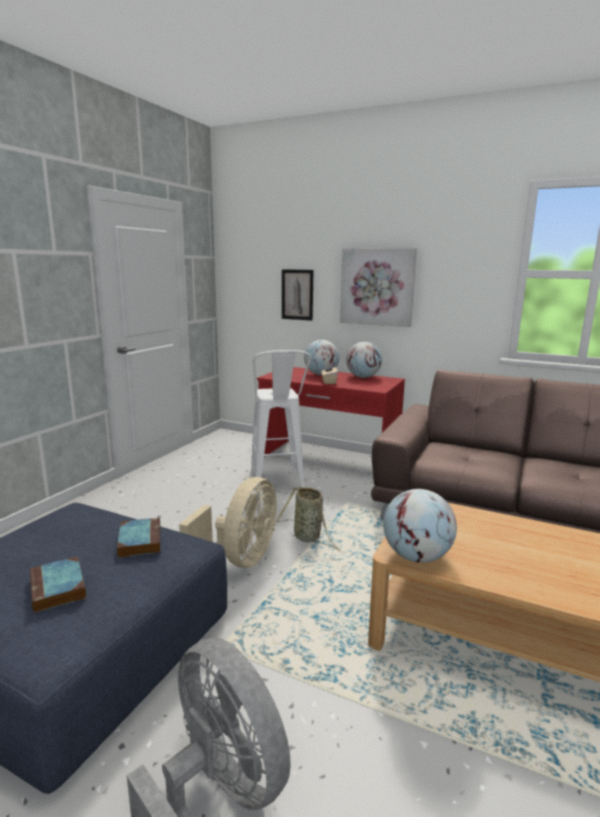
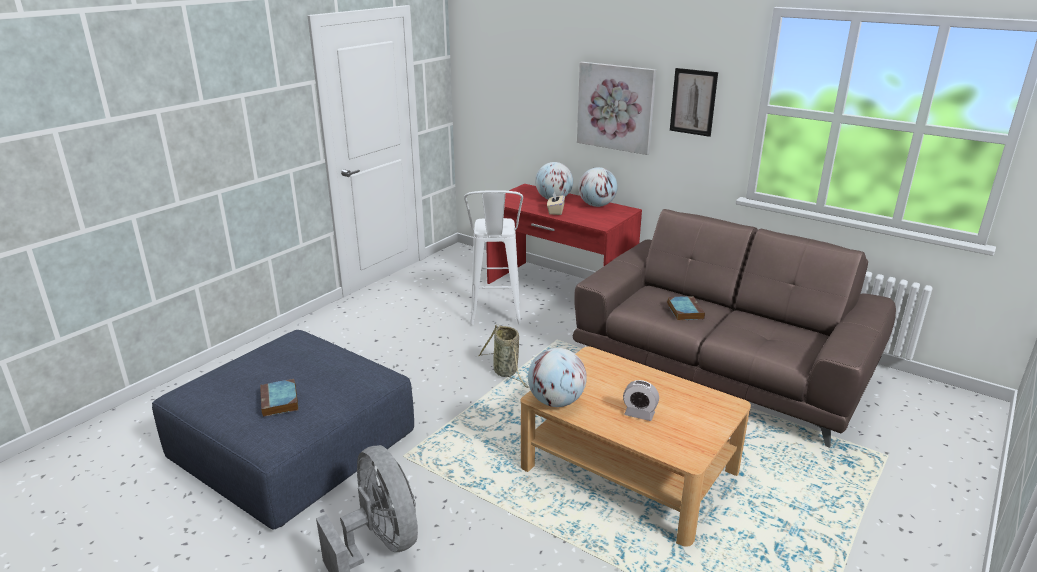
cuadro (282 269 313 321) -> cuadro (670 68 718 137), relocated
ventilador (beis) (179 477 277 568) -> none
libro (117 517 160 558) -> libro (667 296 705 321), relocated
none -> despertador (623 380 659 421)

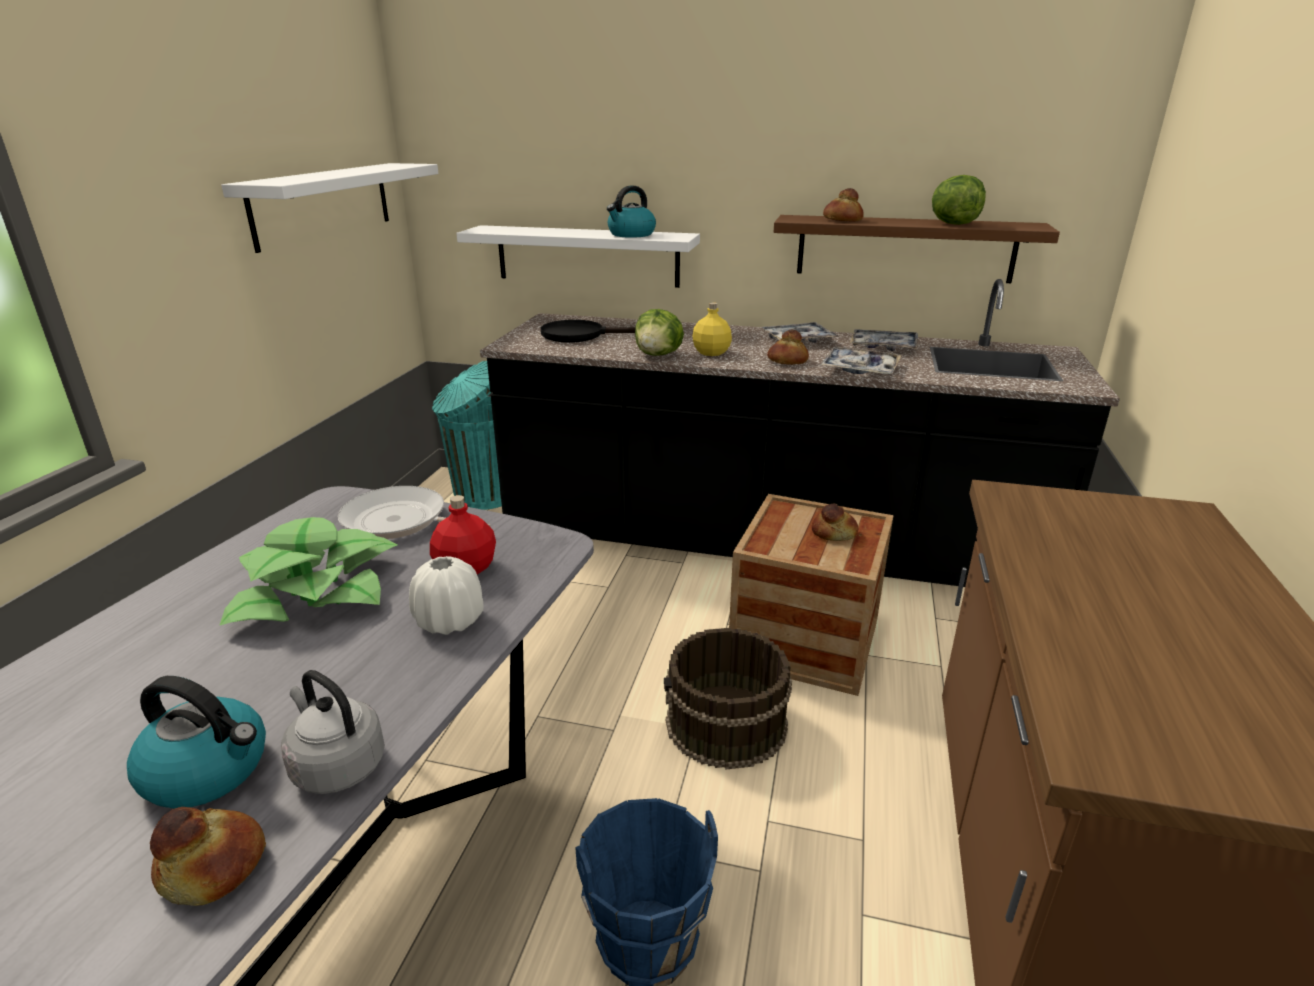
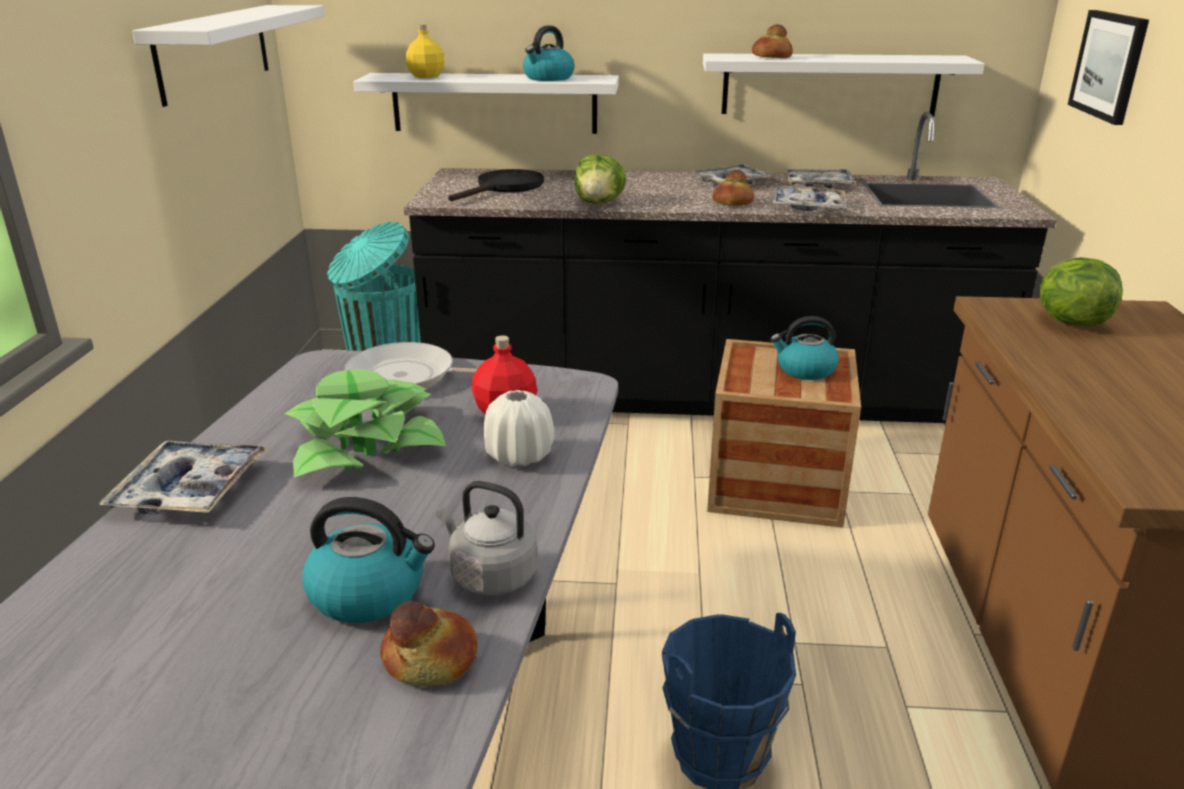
lechuga (932 175 986 225) -> lechuga (1040 257 1123 326), relocated
estante (marrón) (774 215 1060 283) -> estante (blanco) (703 53 984 117)
botella (amarillo) (693 302 732 356) -> botella (amarillo) (406 24 444 78), relocated
sartén (negro) (541 320 636 343) -> sartén (negro) (448 169 544 201), 135 degrees clockwise
pan (812 504 858 541) -> hervidor (771 316 839 380)
cubo (marrón) (664 628 792 770) -> none
none -> cuadro (1068 10 1149 125)
none -> bandeja (99 441 268 515)

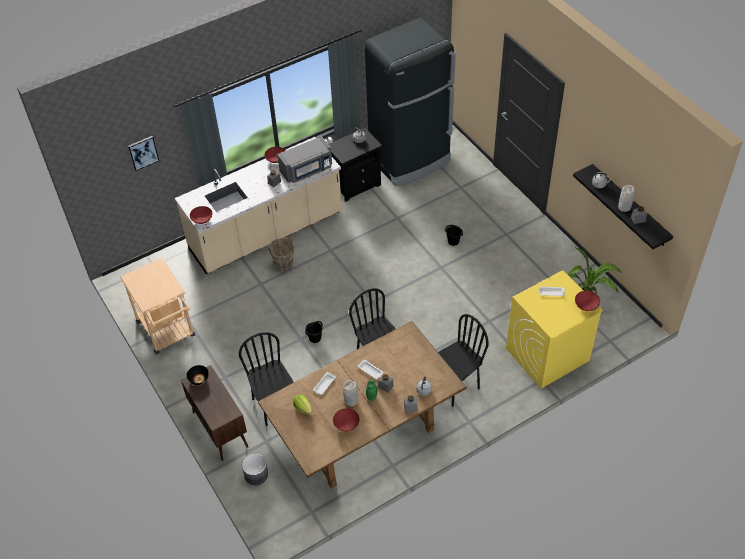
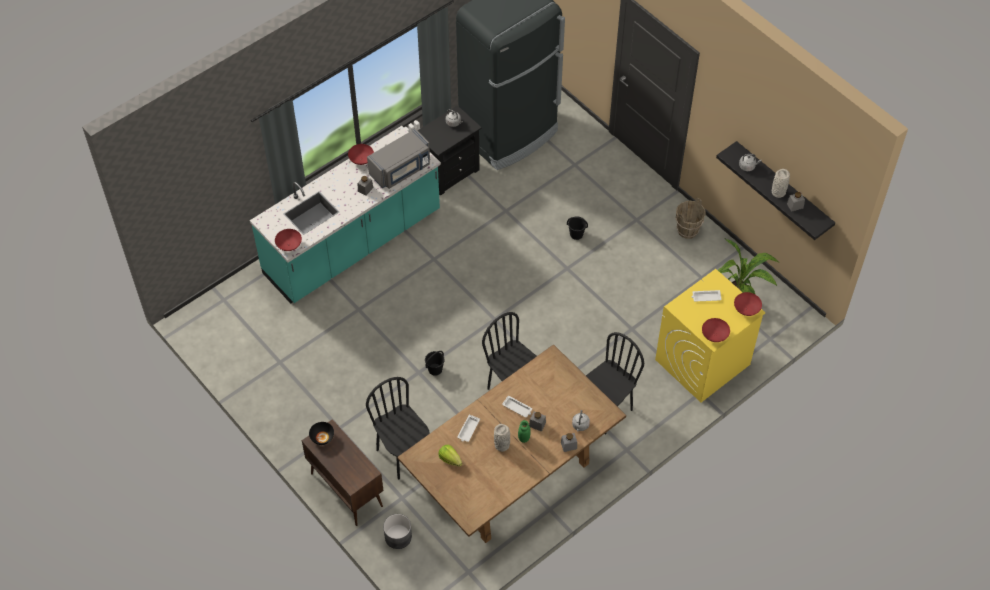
cuadro (128 136 159 171) -> none
mueble bajo de cocina (beis) (175 137 342 274) -> mueble bajo de cocina (turquesa) (250 126 441 304)
cubo (marrón) (268 236 295 271) -> cubo (marrón) (676 198 706 239), relocated
carrito (beis) (120 258 195 354) -> none
cuenco (rojo) (333 408 359 432) -> cuenco (rojo) (702 318 730 342), relocated

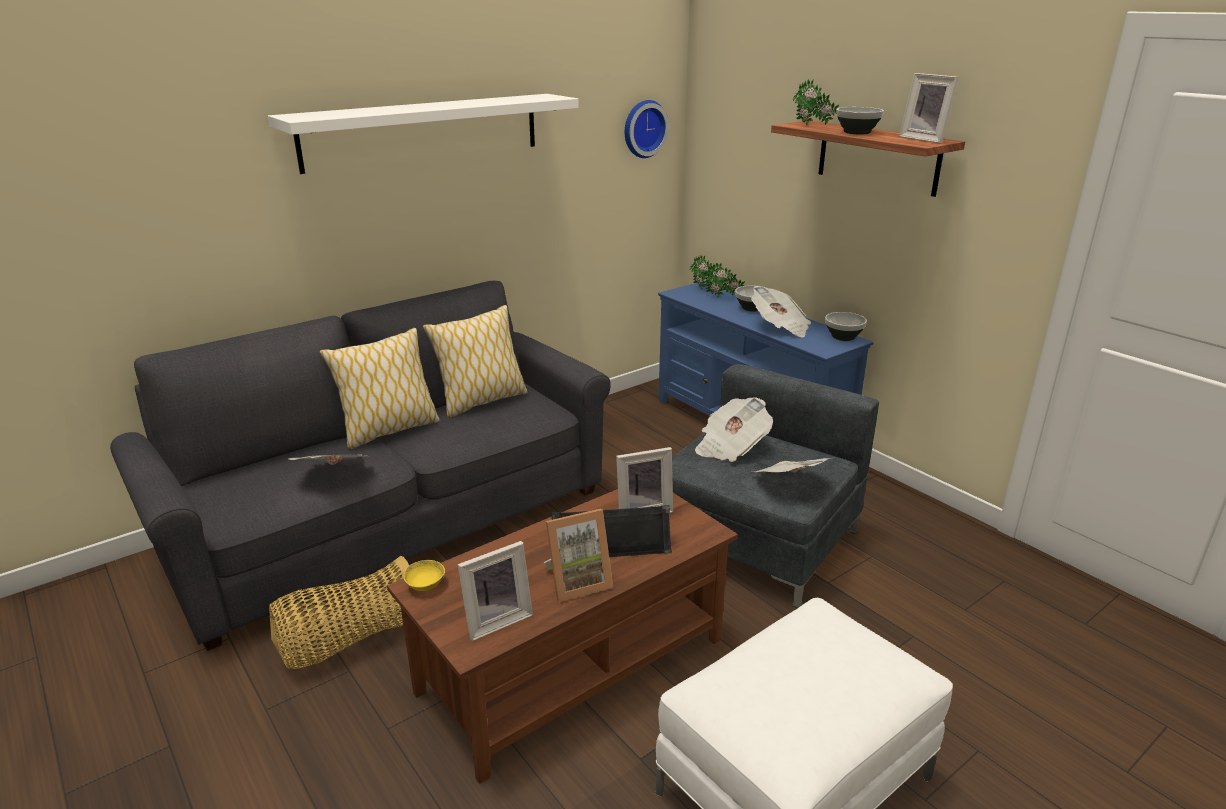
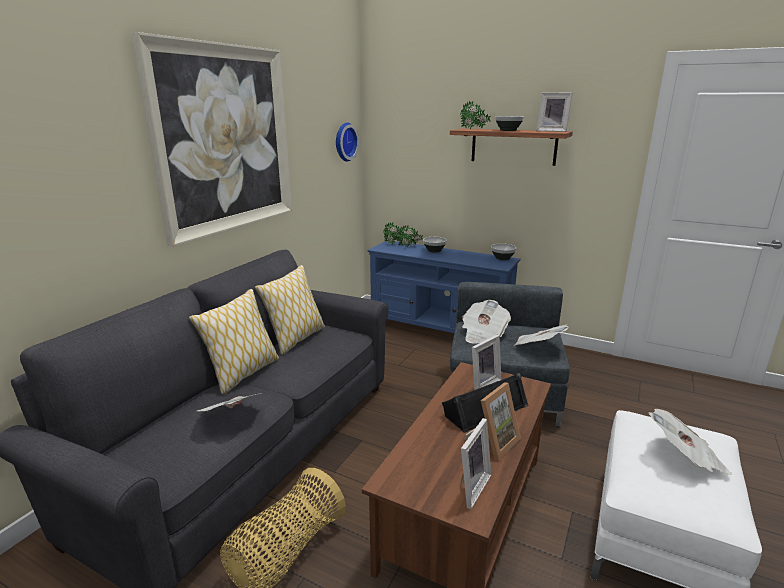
estante (blanco) (268 94 579 174) -> cuadro (131 32 292 247)
periódico (751 286 811 338) -> periódico (648 409 732 475), relocated
cuenco (amarillo) (403 560 445 591) -> none

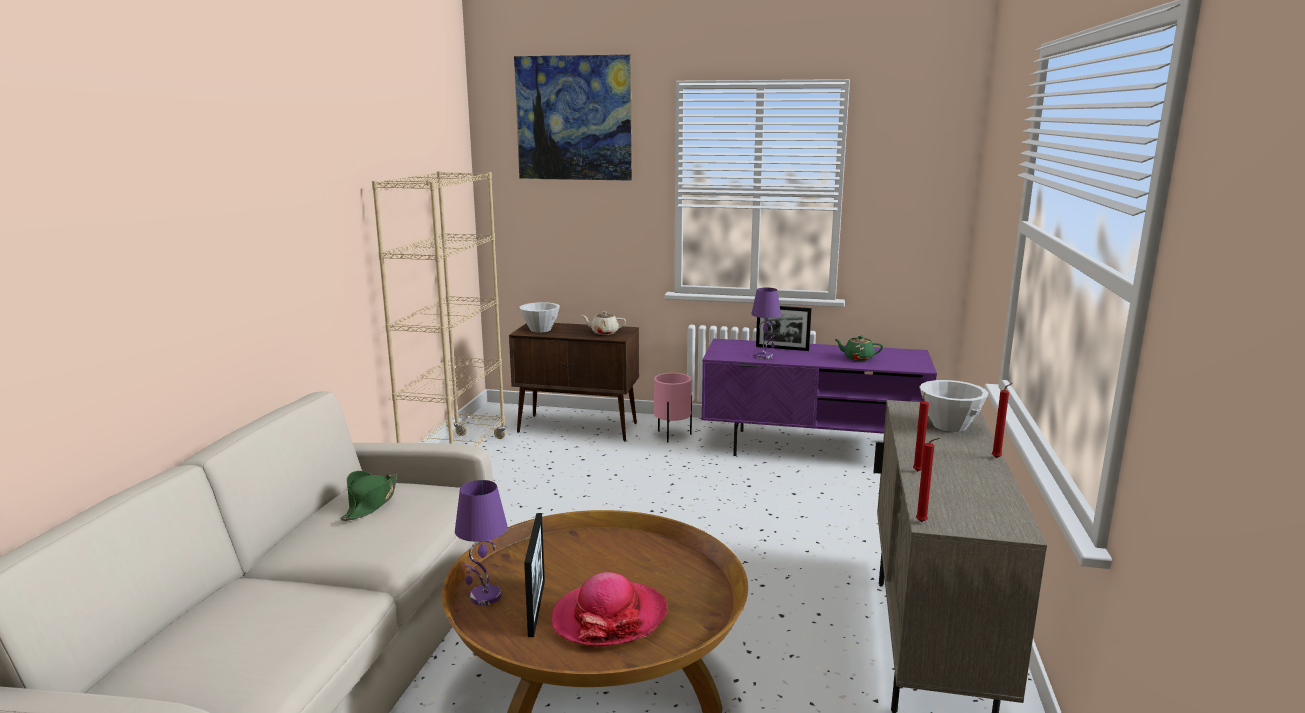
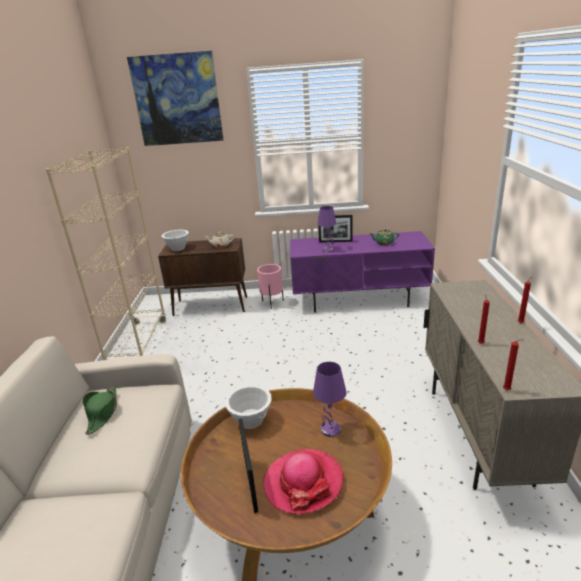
cuenco (blanco) (920 380 989 432) -> cuenco (blanco) (225 385 272 429), relocated
lámpara de mesa (morado) (455 480 507 605) -> lámpara de mesa (morado) (313 362 346 437), relocated

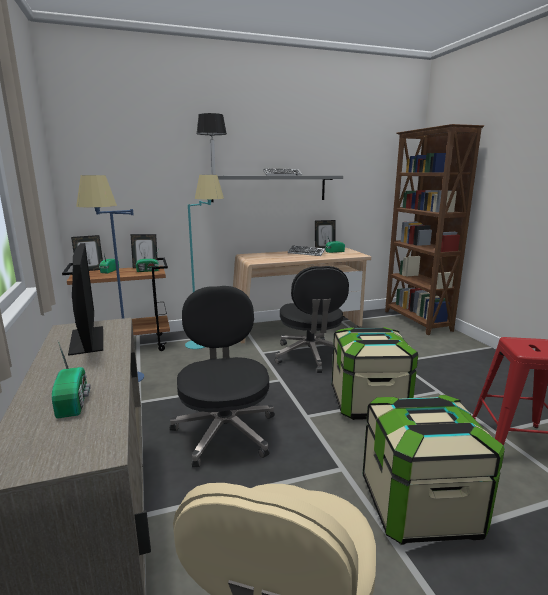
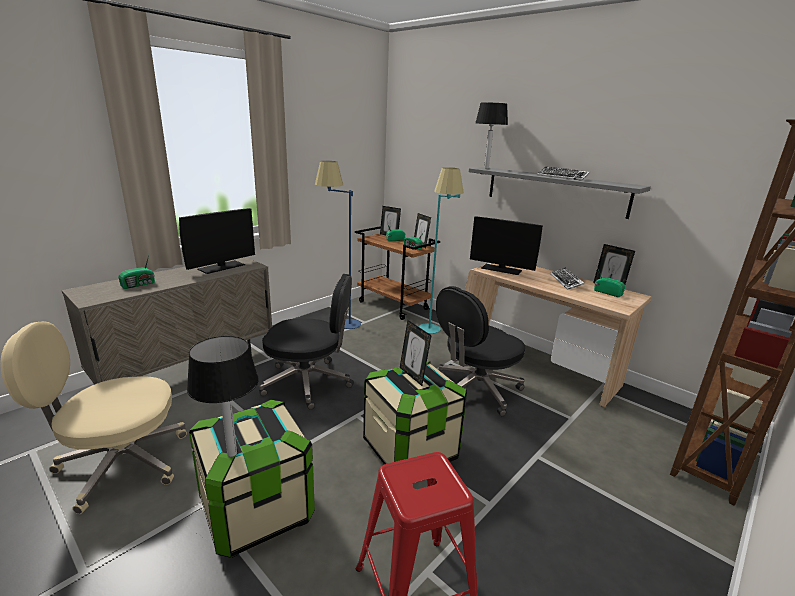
silla de oficina (negro) (170 286 275 467) -> silla de oficina (negro) (259 274 354 410), 45 degrees clockwise
none -> monitor (470 216 543 275)
none -> portarretratos (400 320 432 386)
none -> lámpara de mesa (187 336 259 457)

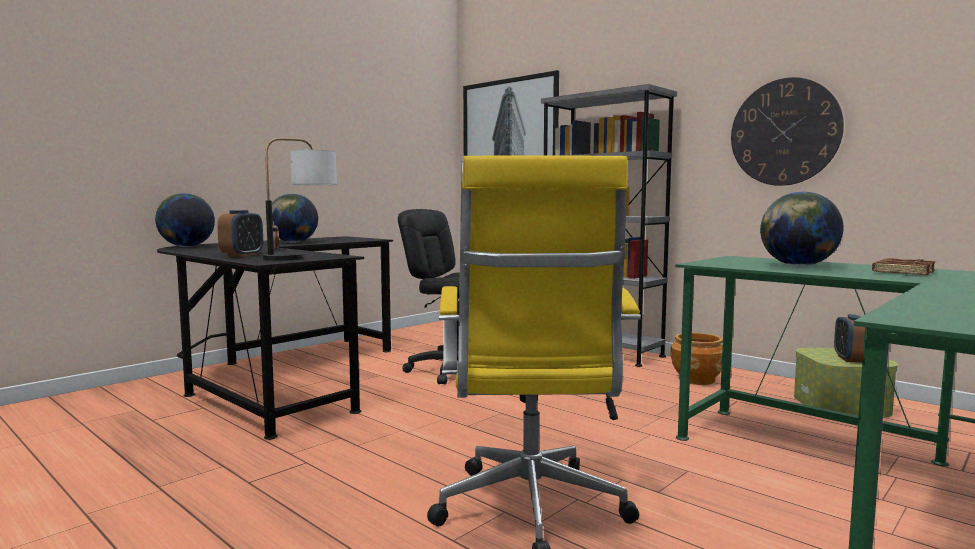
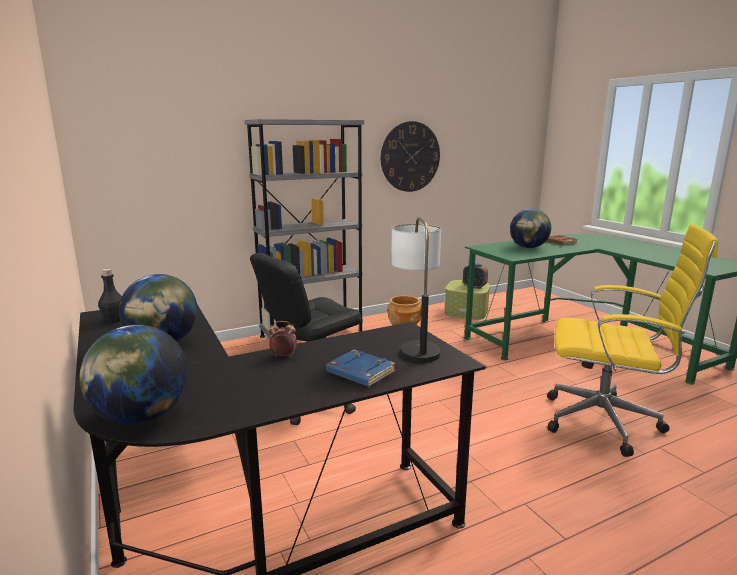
cuadro (463 70 559 156) -> none
despertador (217 210 263 257) -> libro (azul) (326 350 395 387)
none -> botella (negro) (98 269 122 323)

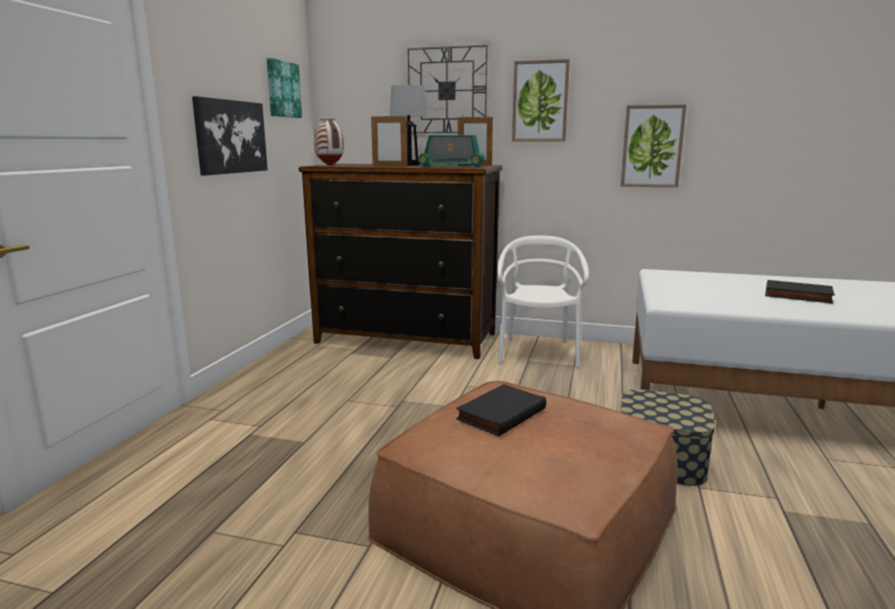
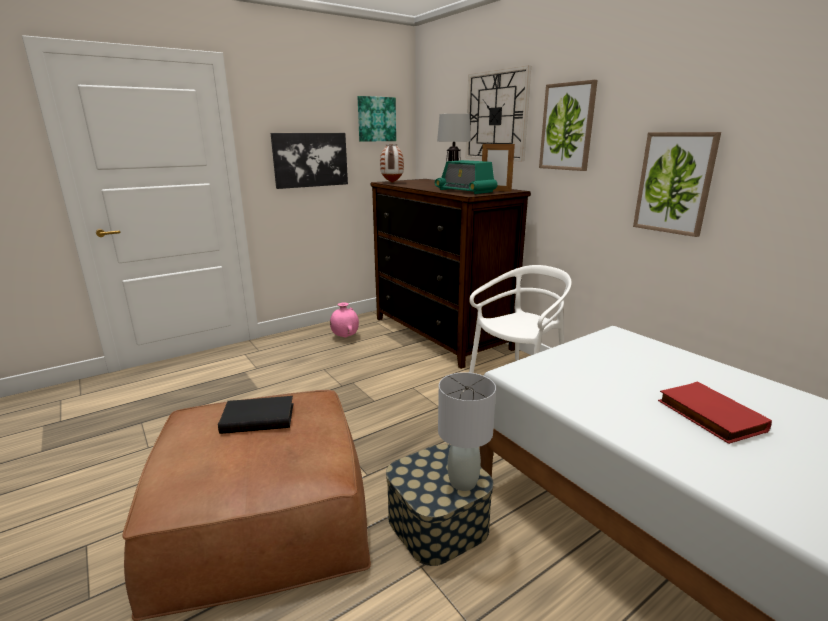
portarretratos (371 115 407 167) -> none
libro (negro) (765 280 835 304) -> libro (rojo) (658 382 772 444)
none -> florero (rosa) (330 303 359 338)
none -> lámpara de mesa (gris) (438 372 496 491)

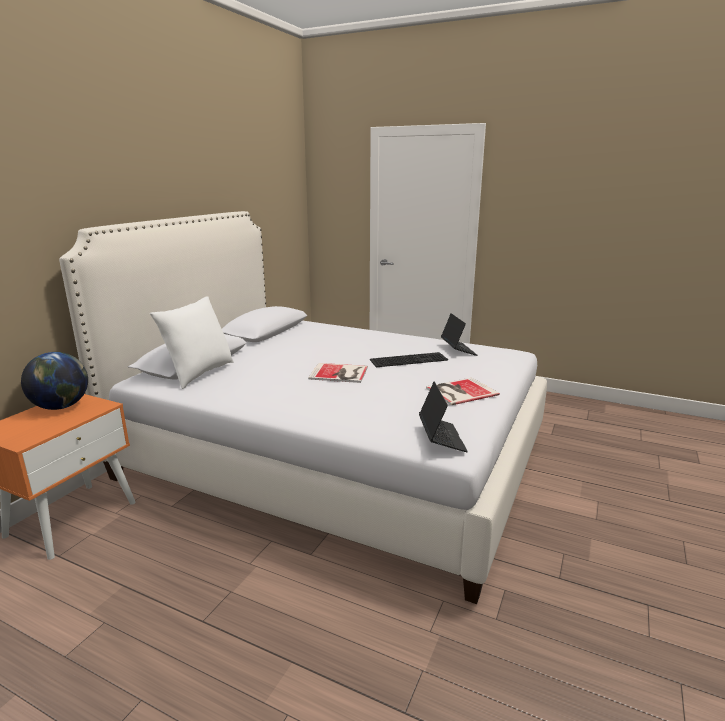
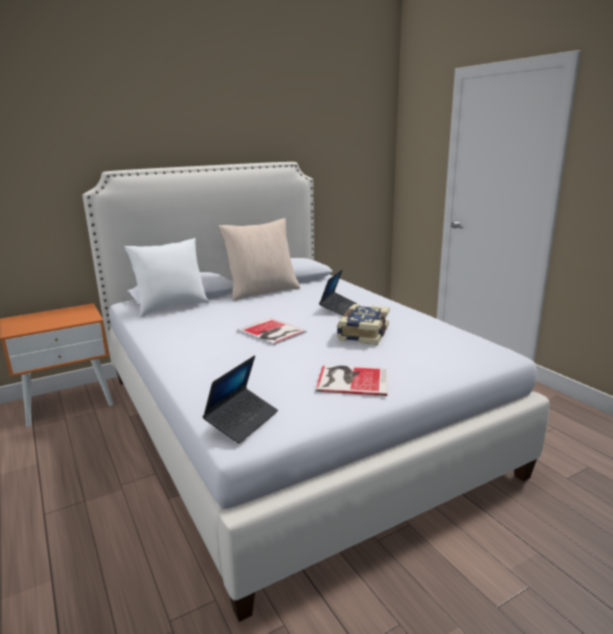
portátil (441 313 478 356) -> portátil (319 269 357 316), relocated
globo terráqueo (21 352 88 410) -> none
teclado (370 352 448 367) -> libro (337 304 390 345)
none -> cojín (beis) (218 218 300 301)

